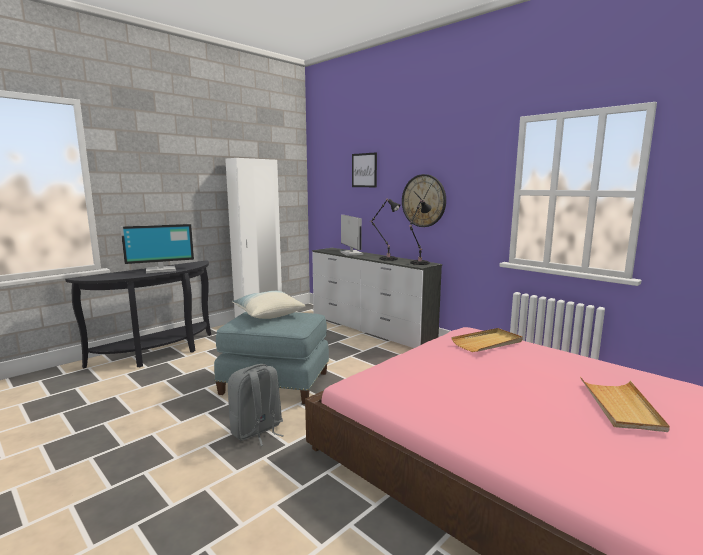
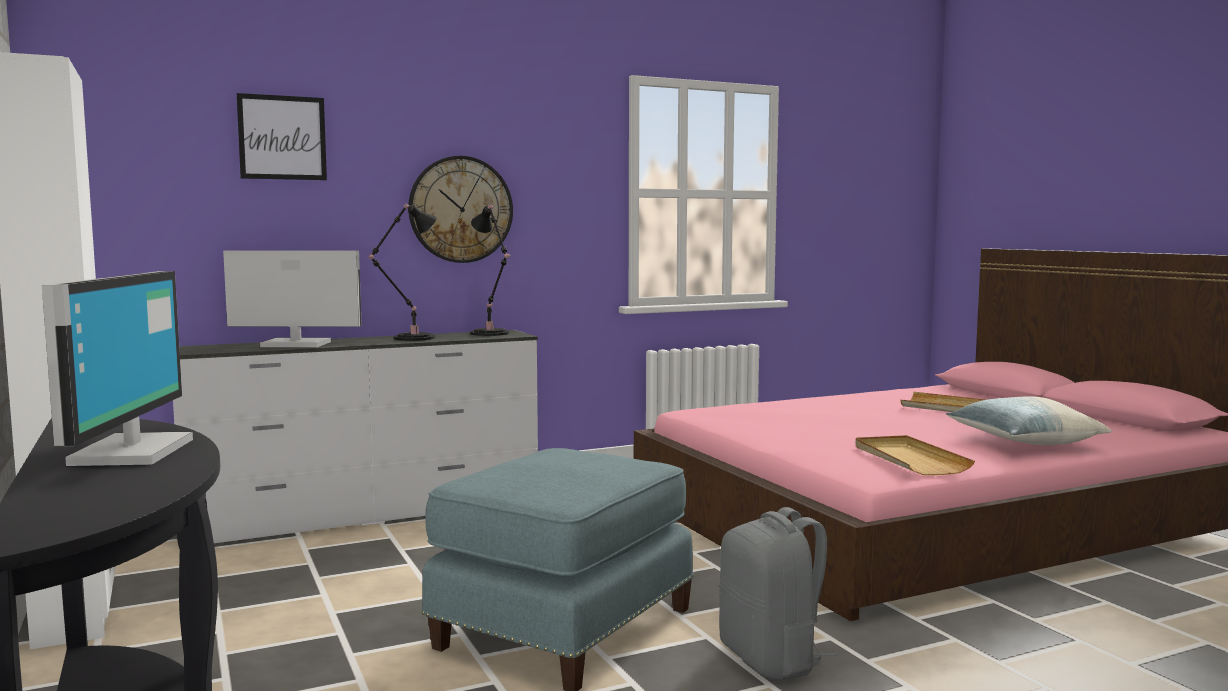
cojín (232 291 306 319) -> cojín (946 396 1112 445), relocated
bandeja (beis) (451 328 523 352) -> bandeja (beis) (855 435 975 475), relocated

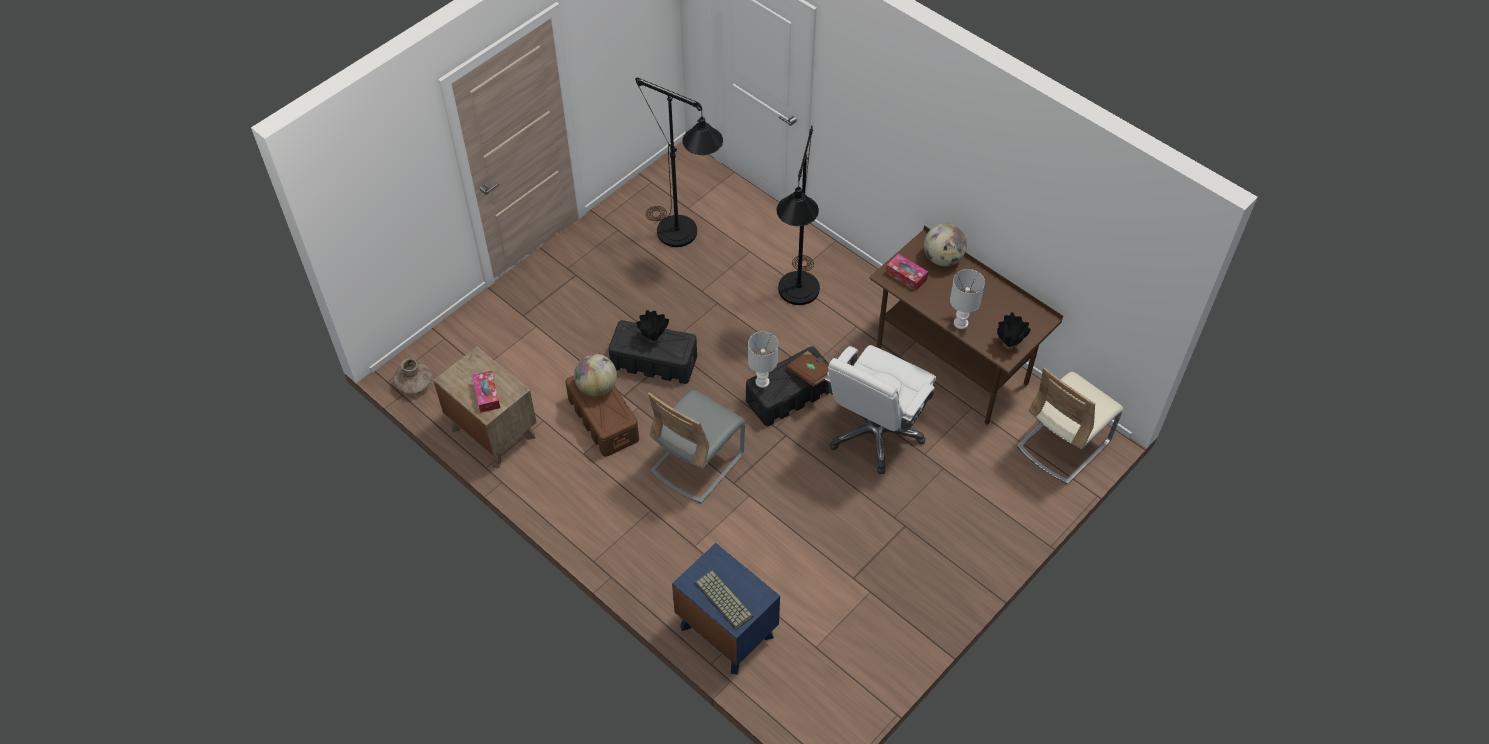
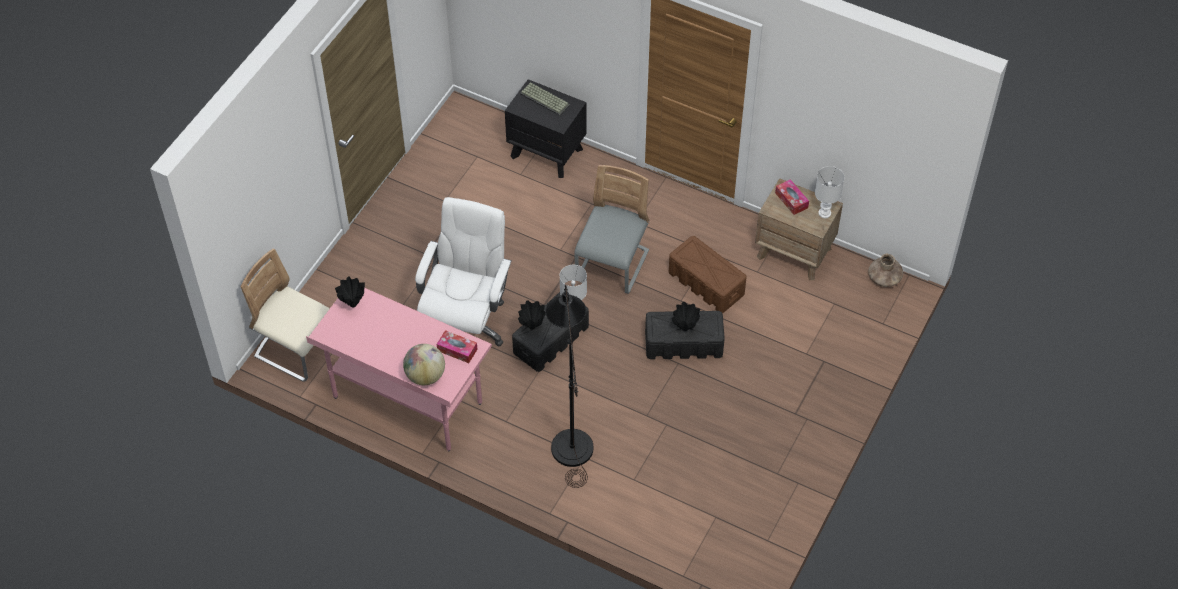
lámpara de pie (negro) (636 77 723 247) -> none
escritorio (marrón) (869 225 1063 425) -> escritorio (rosa) (306 288 492 452)
lámpara de mesa (blanco) (950 269 985 329) -> lámpara de mesa (blanco) (815 166 844 218), relocated
libro (marrón) (786 351 828 387) -> florero (negro) (518 301 546 330)
globo terráqueo (574 354 617 397) -> none
silla (beis) (1017 367 1123 484) -> silla (beis) (241 248 330 382), 90 degrees counterclockwise
mesita de noche (azul) (672 543 780 675) -> mesita de noche (negro) (505 79 586 178)

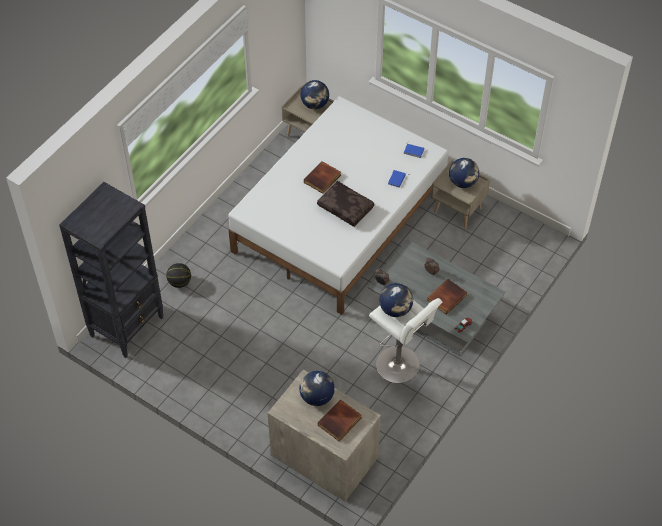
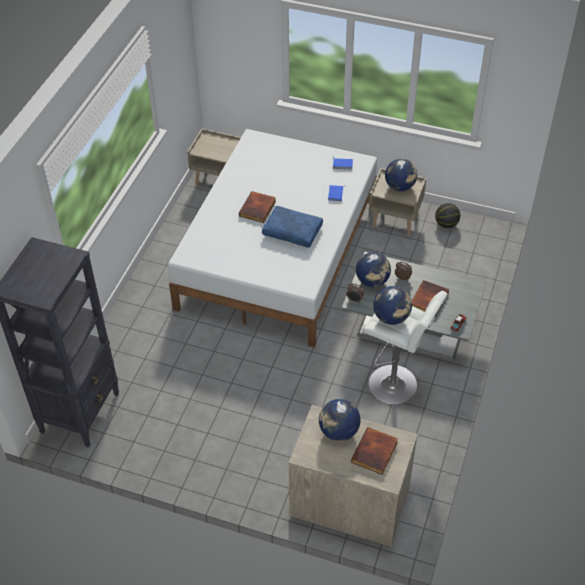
globo terráqueo (300 80 329 109) -> globo terráqueo (356 252 391 287), relocated
cojín (marrón) (317 181 374 227) -> cojín (azul) (262 206 323 248)
balón de baloncesto (166 263 191 288) -> balón de baloncesto (435 203 460 228), relocated

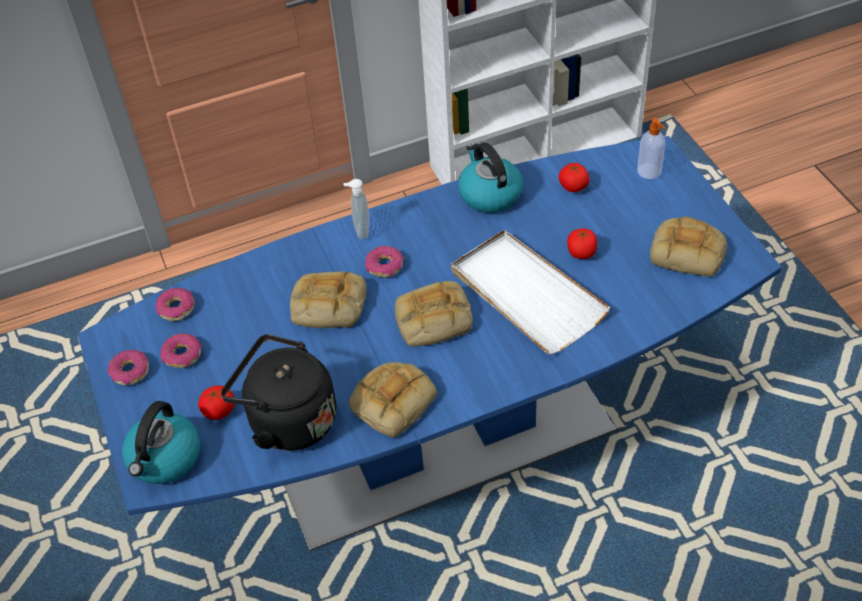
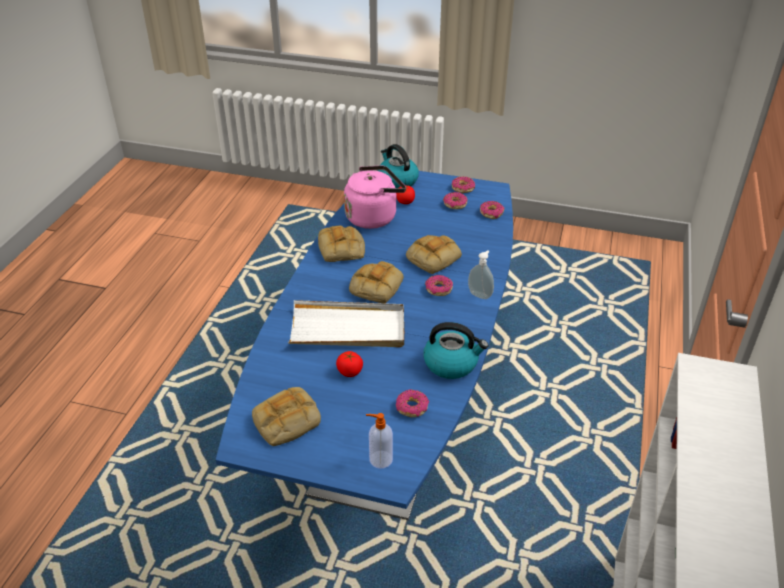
tomate (558 163 589 192) -> rosquilla (396 390 429 417)
hervidor (negro) (221 334 336 451) -> hervidor (rosa) (344 166 406 229)

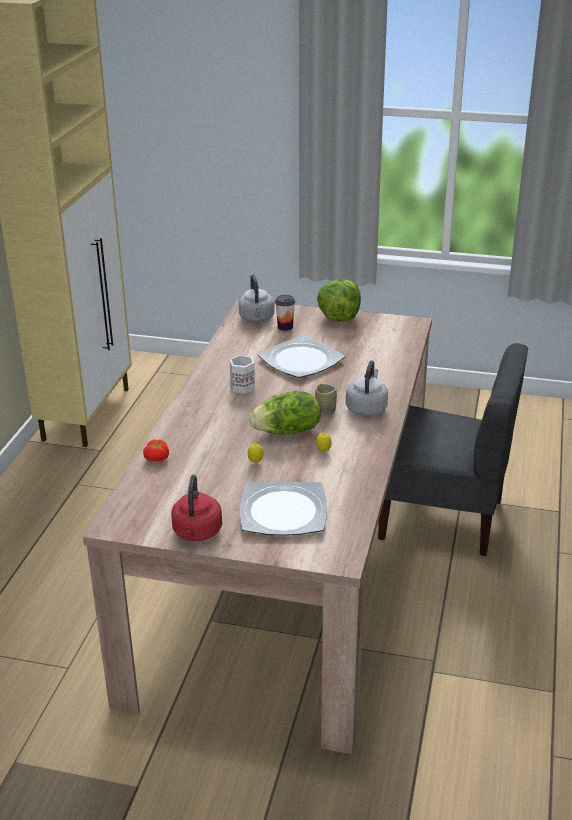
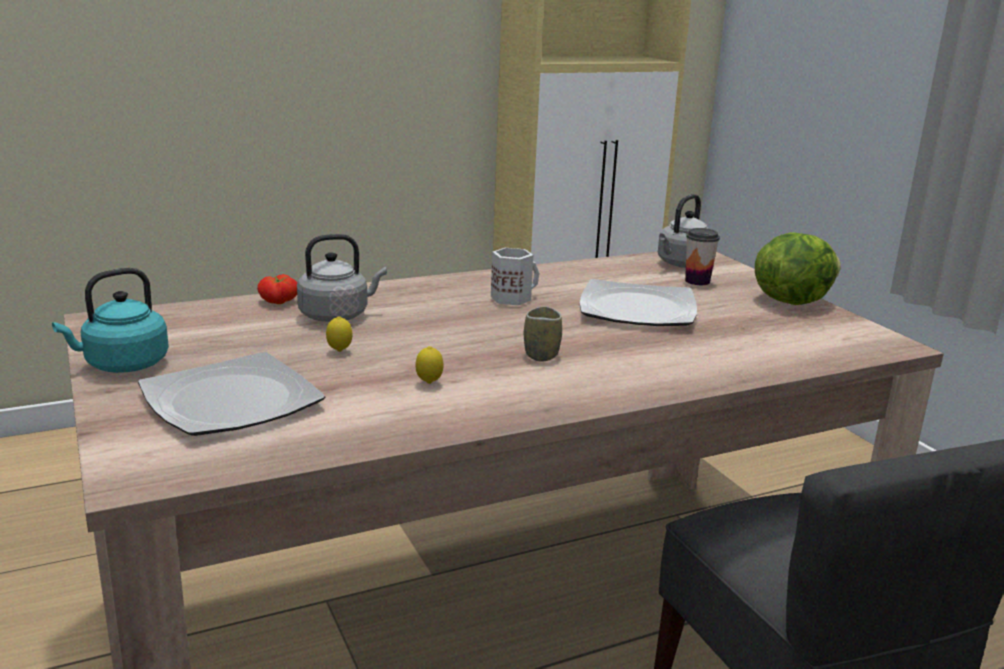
hervidor (gris) (346 360 388 416) -> hervidor (gris) (297 234 387 322), relocated
lechuga (249 391 321 434) -> none
hervidor (rojo) (171 475 222 541) -> hervidor (turquesa) (52 268 169 373)

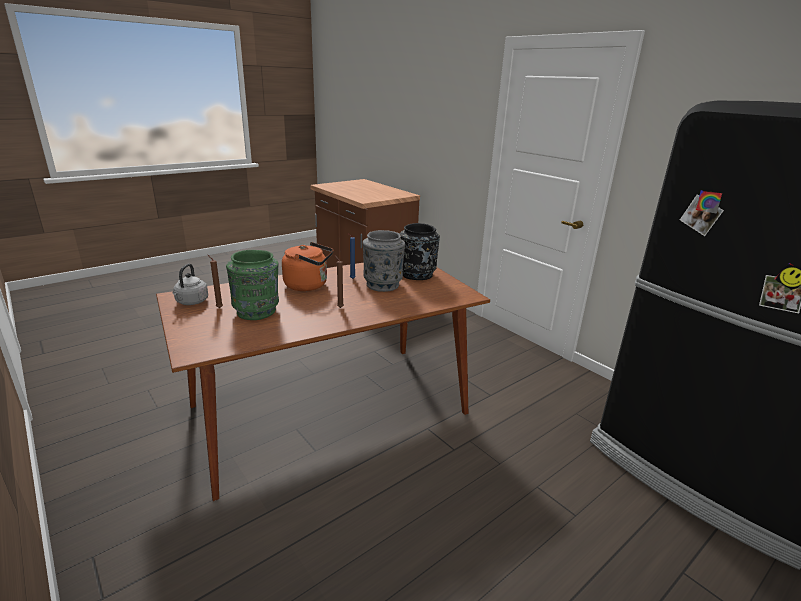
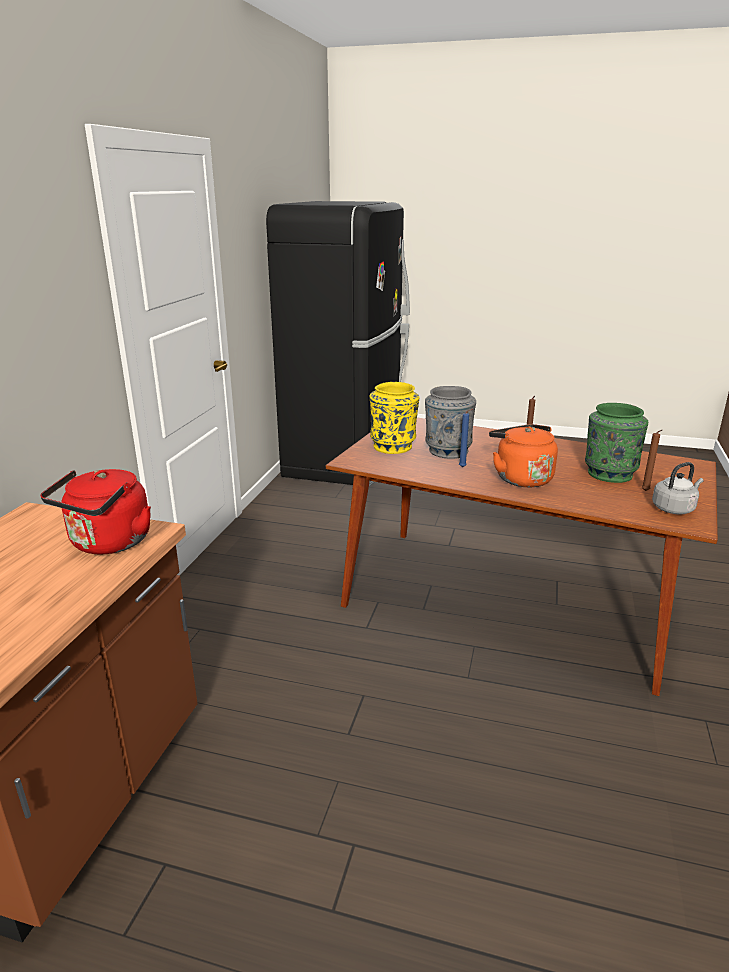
florero (negro) (400 223 440 280) -> florero (amarillo) (369 382 419 454)
none -> hervidor (rojo) (40 469 151 555)

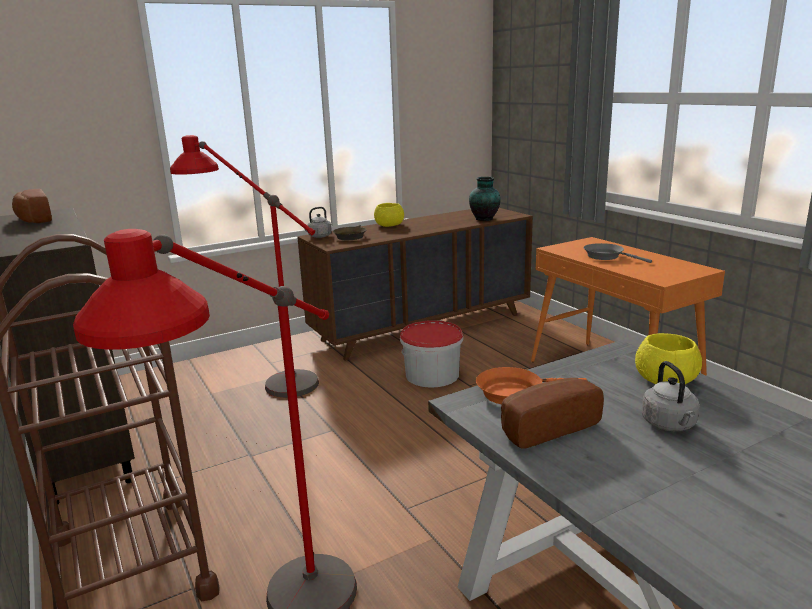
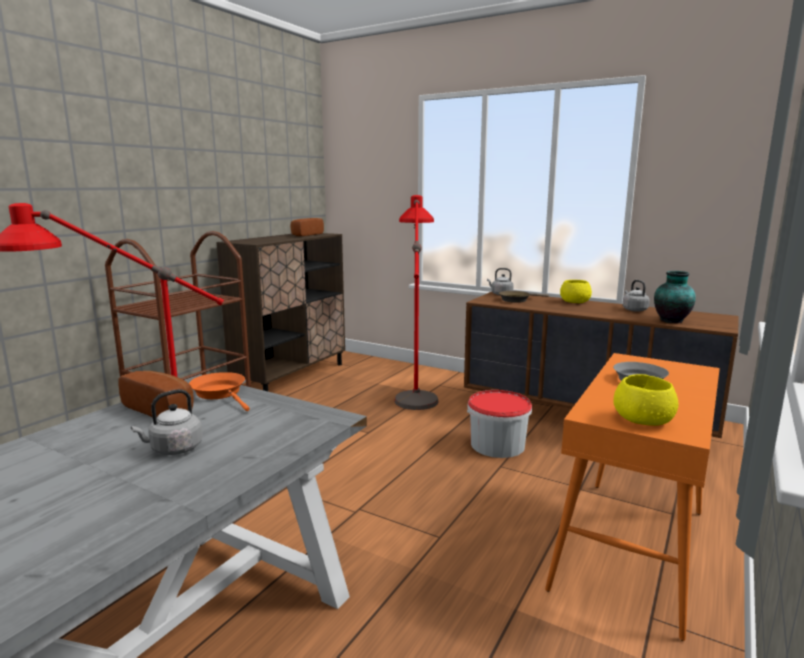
cuenco (amarillo) (635 333 702 384) -> cuenco (amarillo) (613 374 678 426), relocated
none -> hervidor (gris) (622 280 650 312)

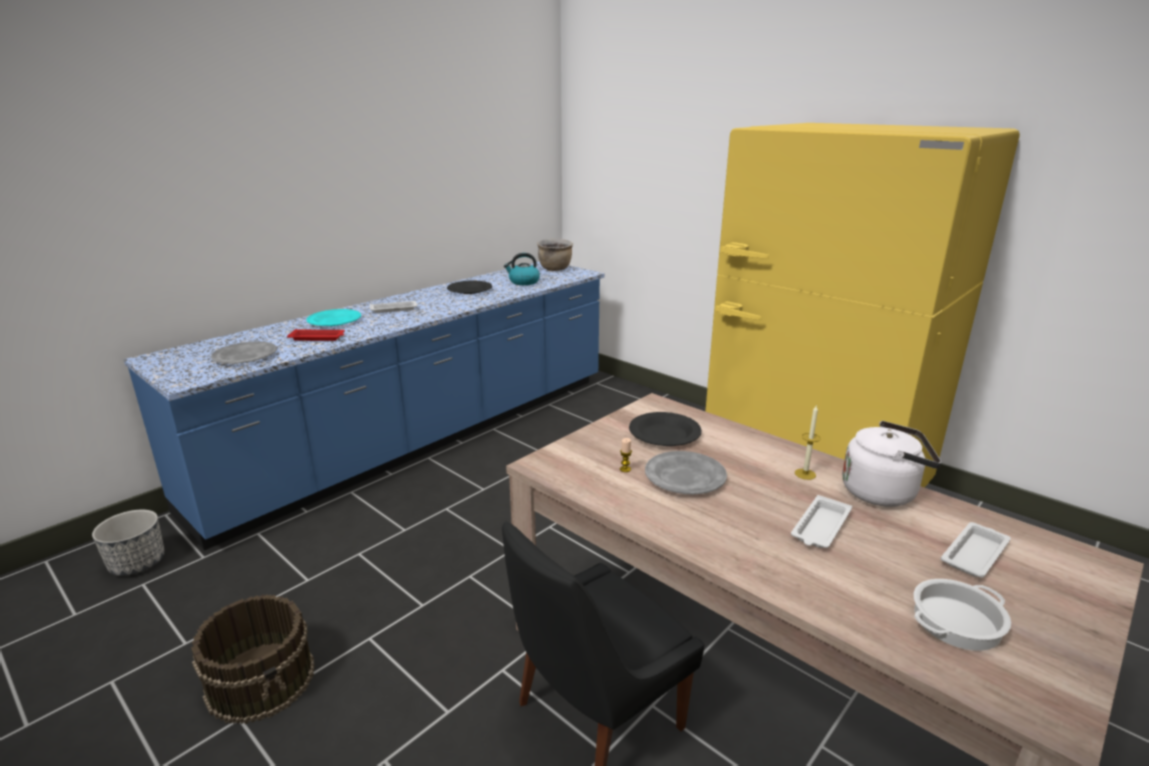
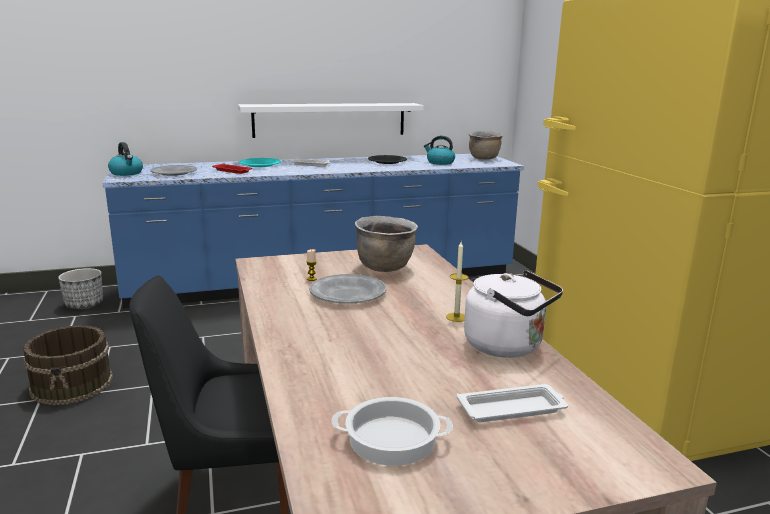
plato (negro) (629 412 701 446) -> olla (marrón) (355 216 418 272)
bandeja (blanco) (791 495 852 548) -> none
none -> estante (blanco) (238 103 424 138)
none -> hervidor (108 142 143 176)

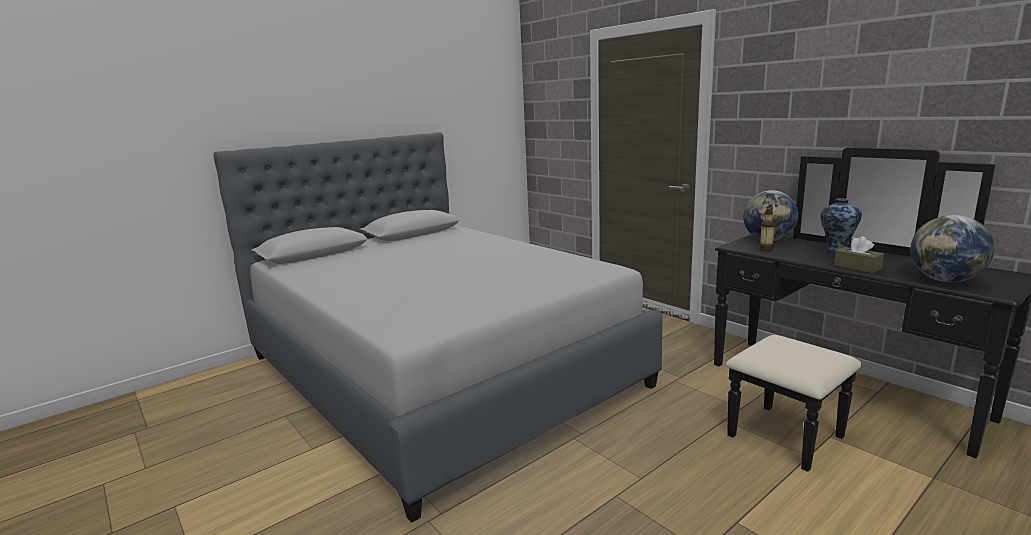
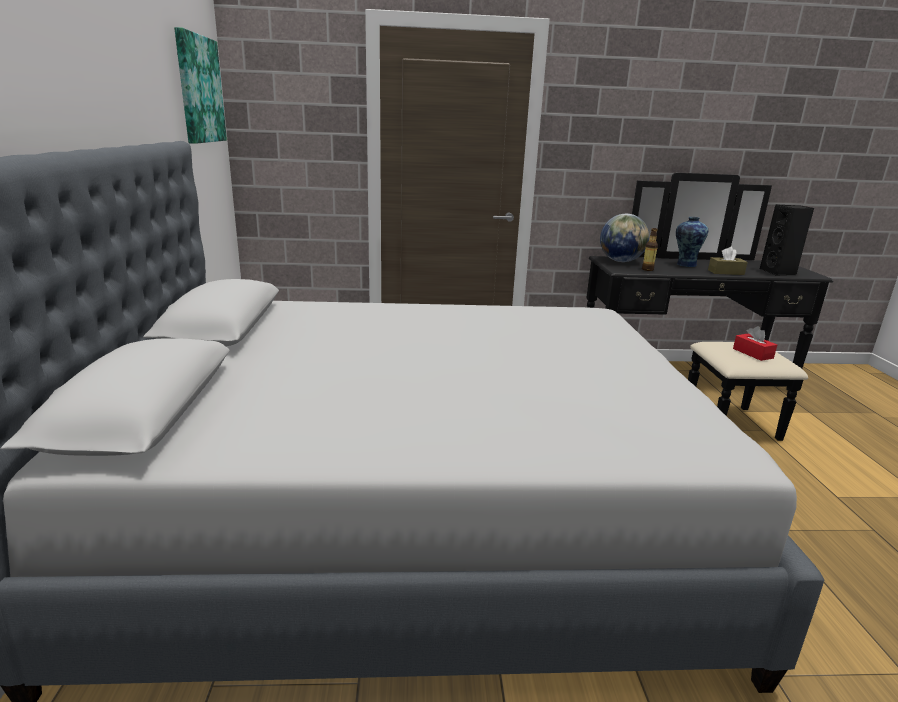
globo terráqueo (910 215 995 282) -> altavoz (negro) (760 204 814 276)
none -> cuadro (174 27 227 144)
none -> caja de pañuelos (rojo) (733 326 777 361)

